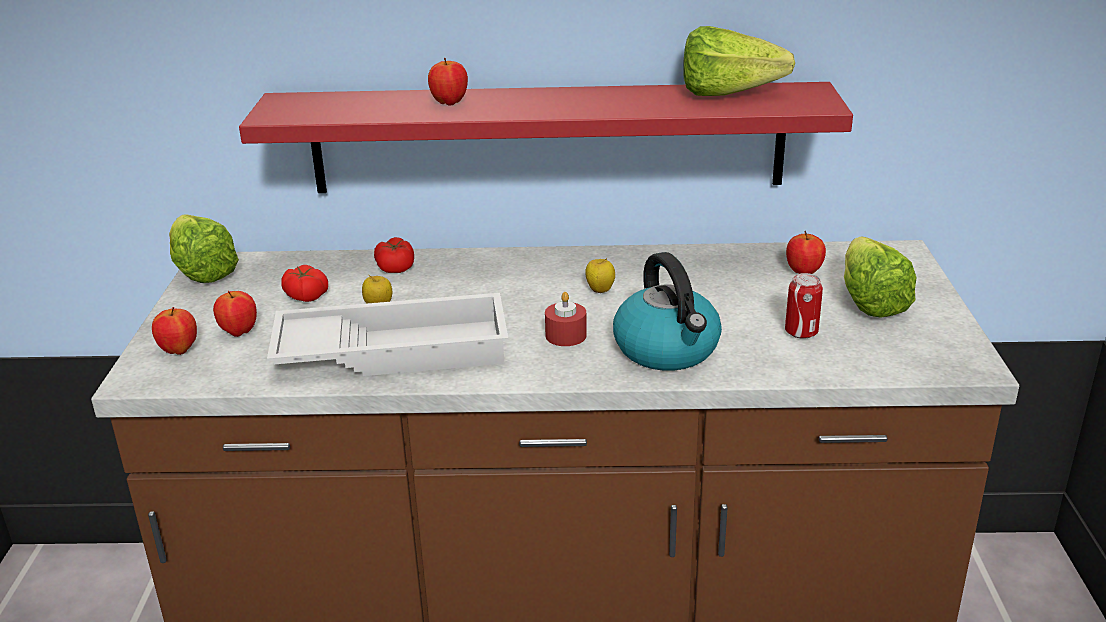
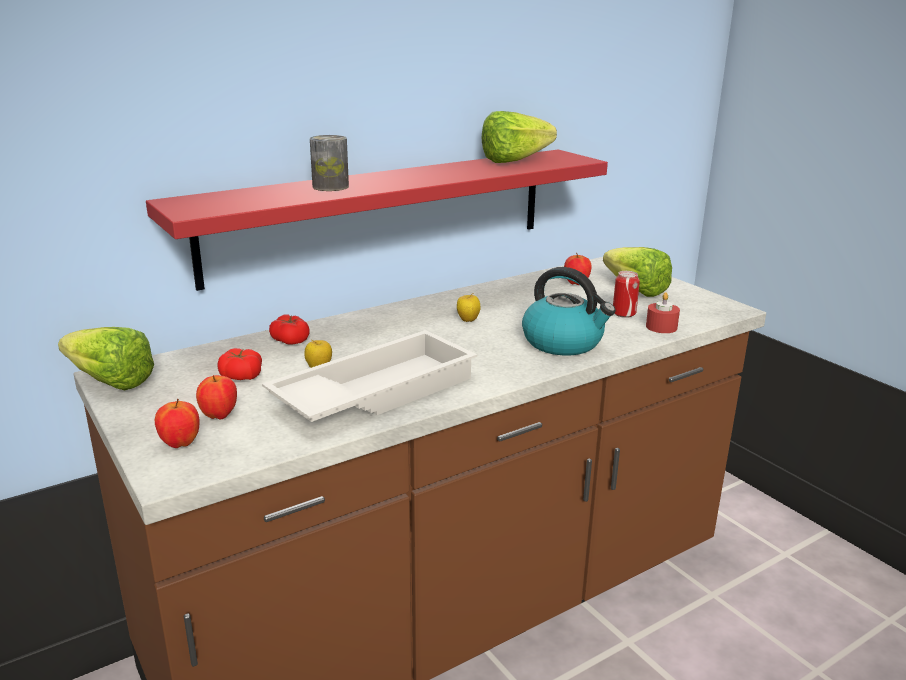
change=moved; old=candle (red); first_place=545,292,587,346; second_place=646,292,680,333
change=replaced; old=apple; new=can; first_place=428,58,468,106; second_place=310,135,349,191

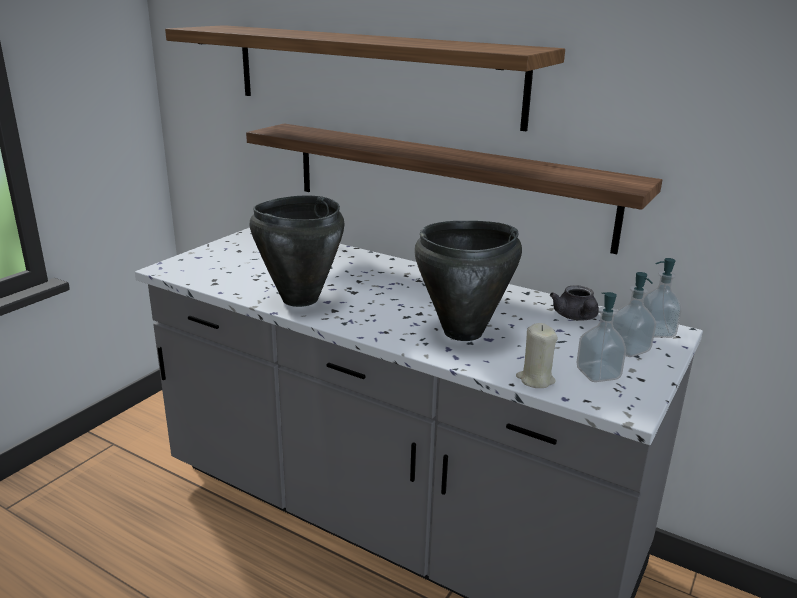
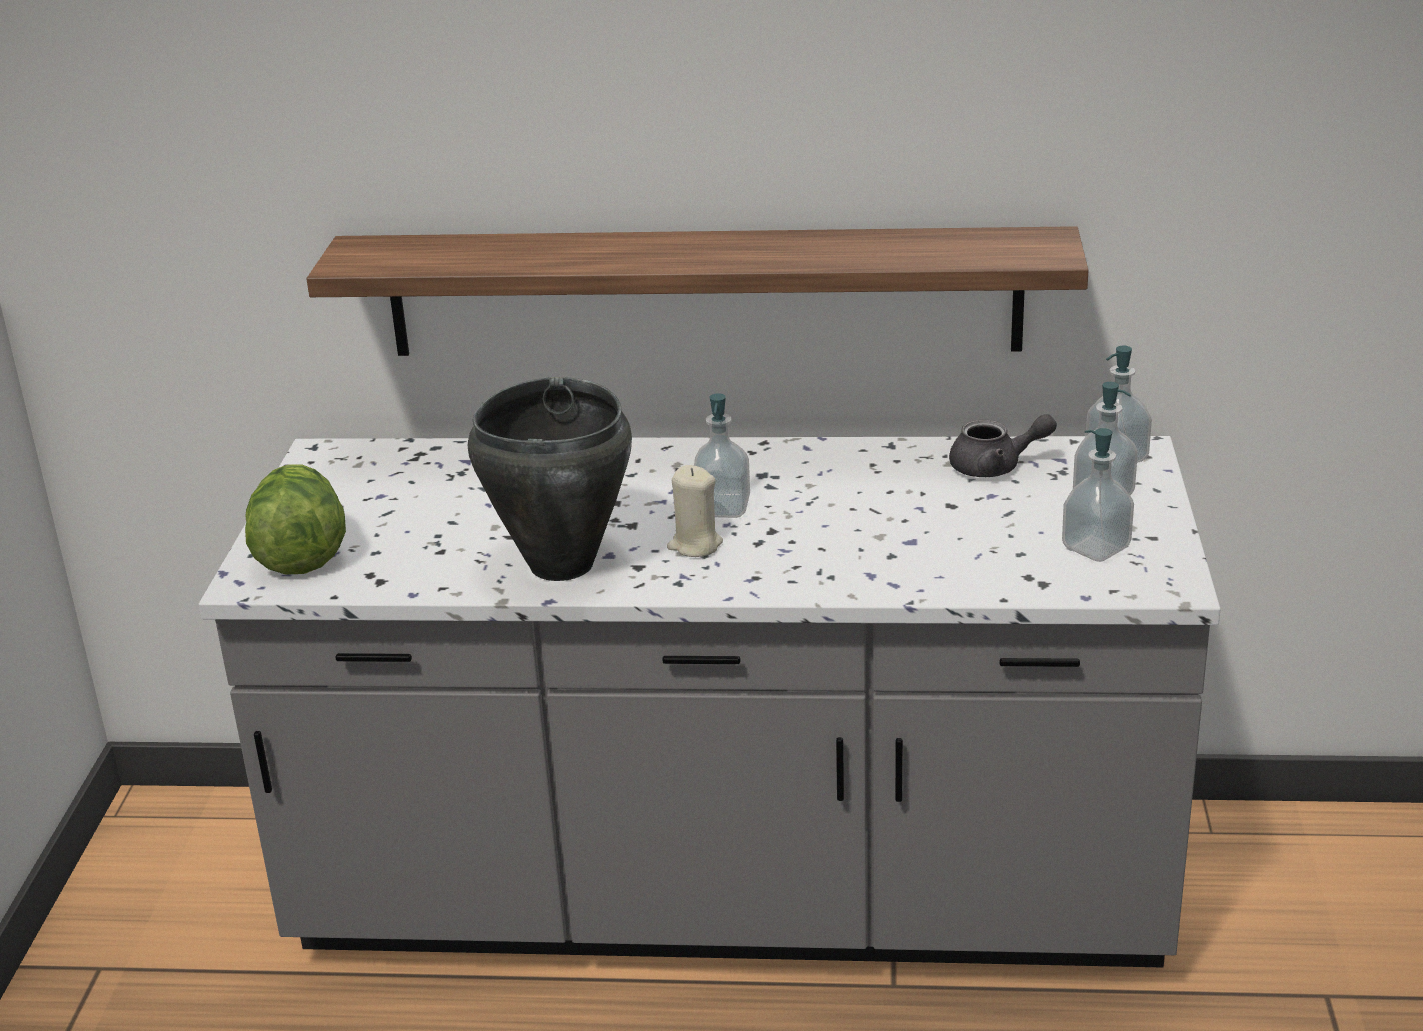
change=removed; old=shelf; first_place=165,25,565,131
change=removed; old=cooking pot (black); first_place=414,221,522,341
change=added; new=lettuce; second_place=245,464,346,575
change=added; new=soap dispenser; second_place=694,393,750,518
change=moved; old=candle (beige); first_place=516,323,558,388; second_place=667,465,723,557
change=turned; old=teapot (grey); first_place=550,285,599,320; second_place=949,414,1057,477; degrees=-60

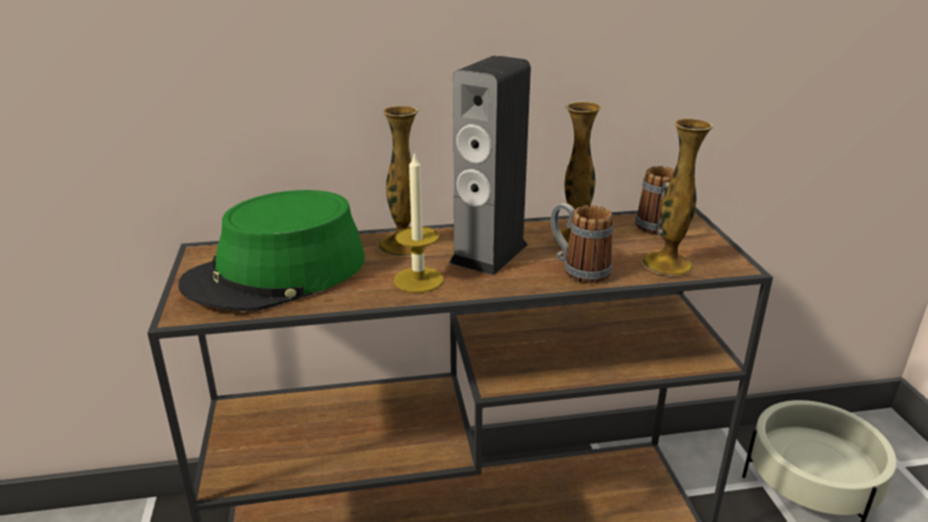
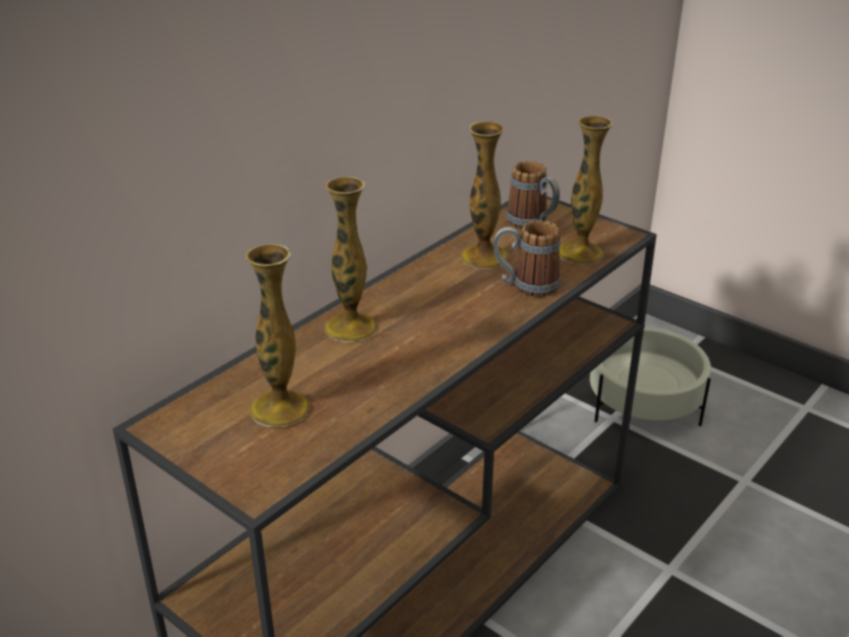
change=removed; old=candle; first_place=394,151,444,293
change=removed; old=speaker; first_place=449,55,531,275
change=replaced; old=hat (green); new=vase; first_place=178,190,365,311; second_place=246,244,311,427

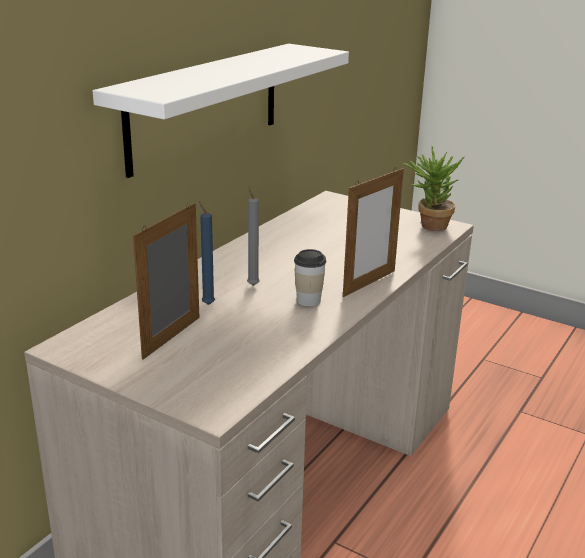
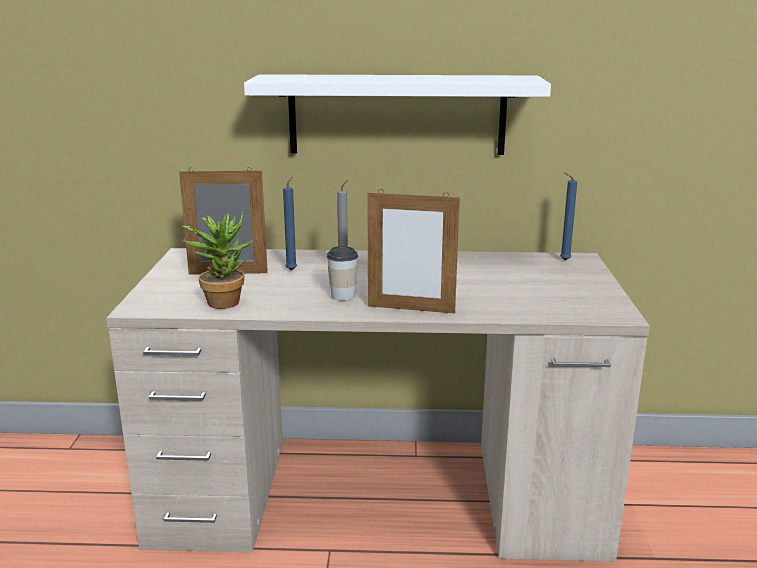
change=added; new=candle (blue); second_place=560,172,577,261
change=moved; old=potted plant; first_place=403,146,464,231; second_place=182,207,253,309

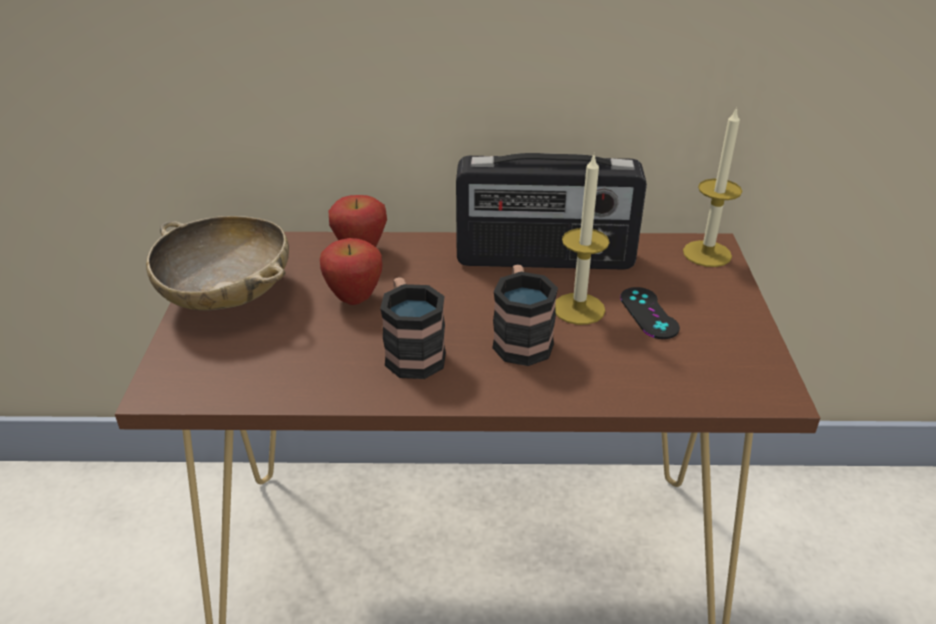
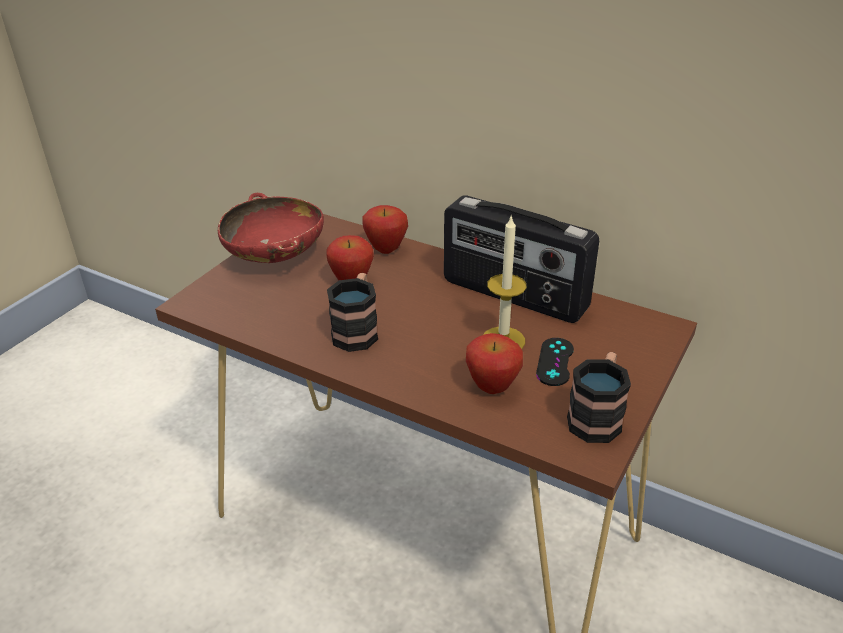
change=removed; old=candle; first_place=683,107,742,267
change=added; new=apple; second_place=466,333,523,394
change=moved; old=mug; first_place=492,265,558,366; second_place=567,352,631,443
change=recoloured; old=bowl (beige); new=bowl (red); first_place=146,216,289,311; second_place=218,193,324,263

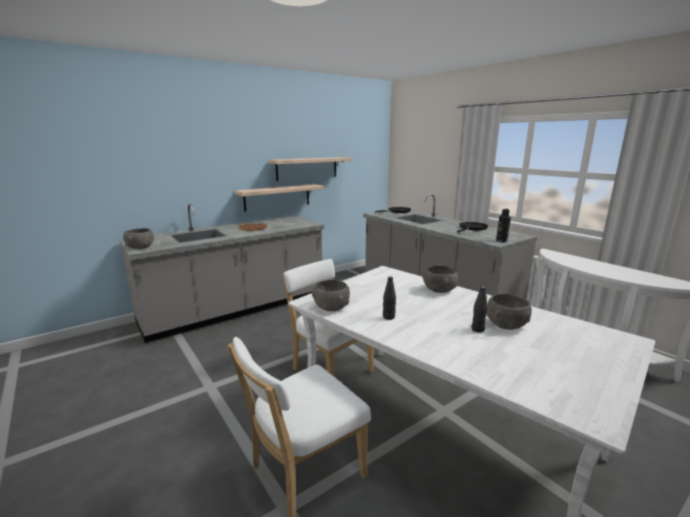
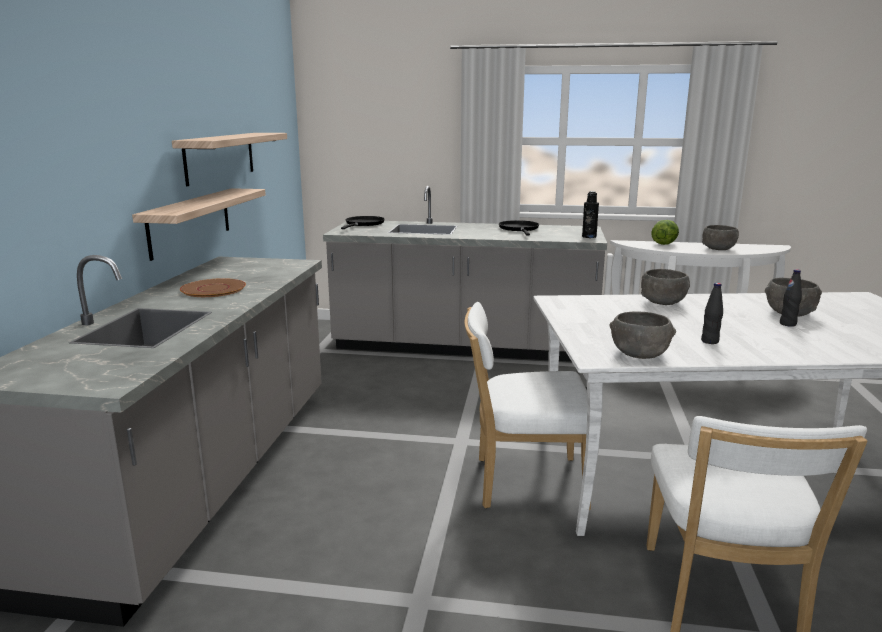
change=added; new=lettuce; second_place=651,220,679,245
change=moved; old=bowl (grey); first_place=123,228,154,249; second_place=702,225,739,250

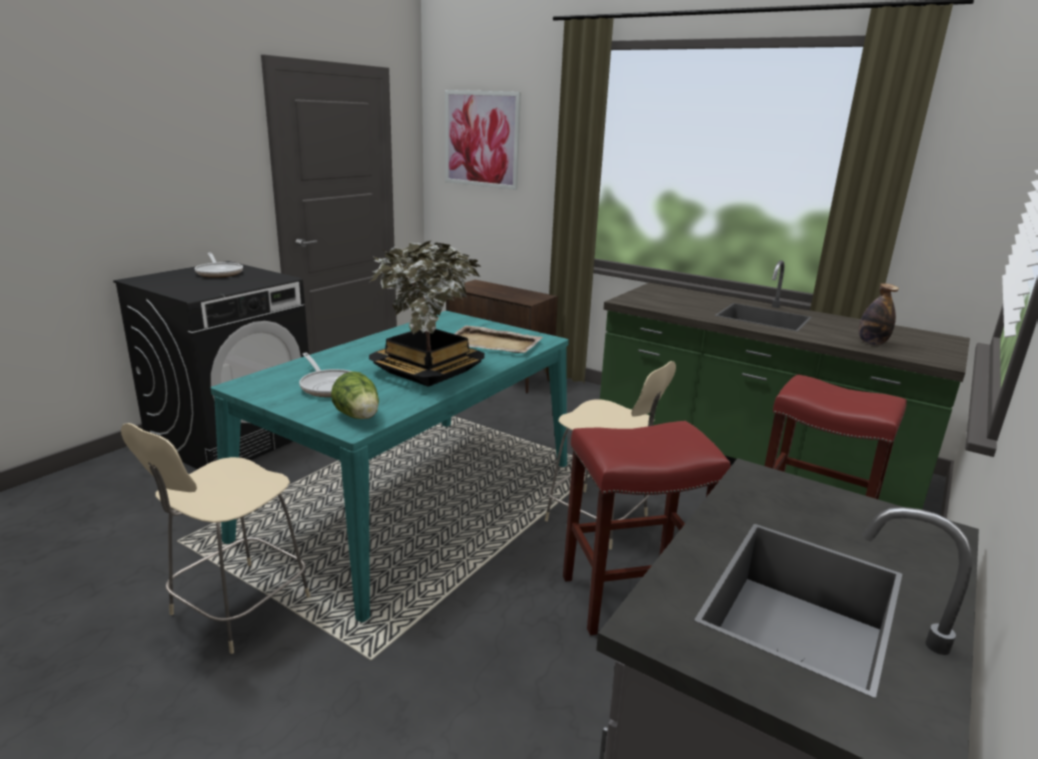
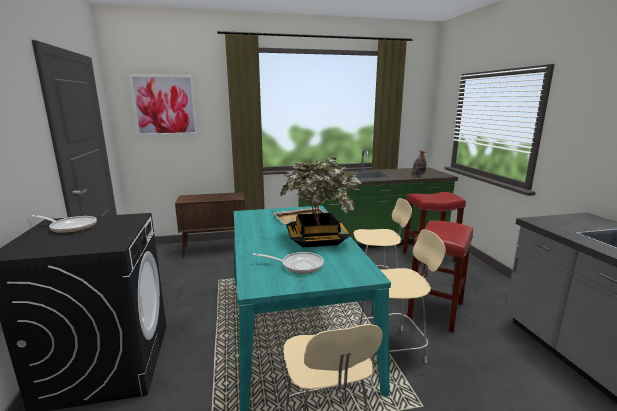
change=removed; old=lettuce; first_place=331,371,379,419
change=added; new=chair (beige); second_place=358,229,446,370

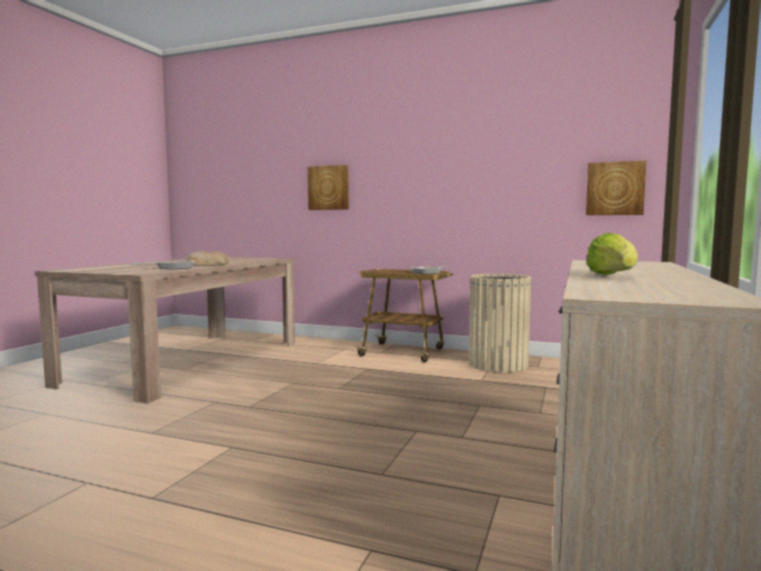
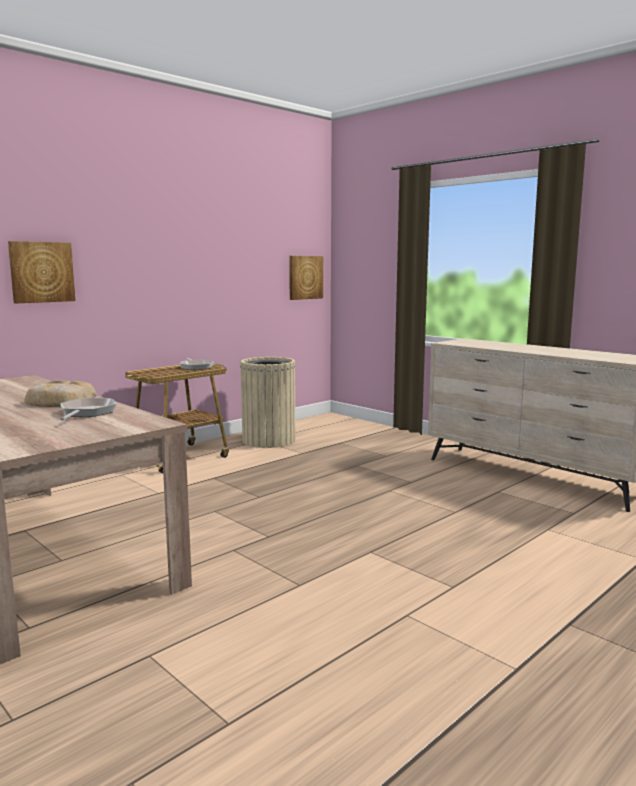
change=removed; old=lettuce; first_place=586,233,638,275

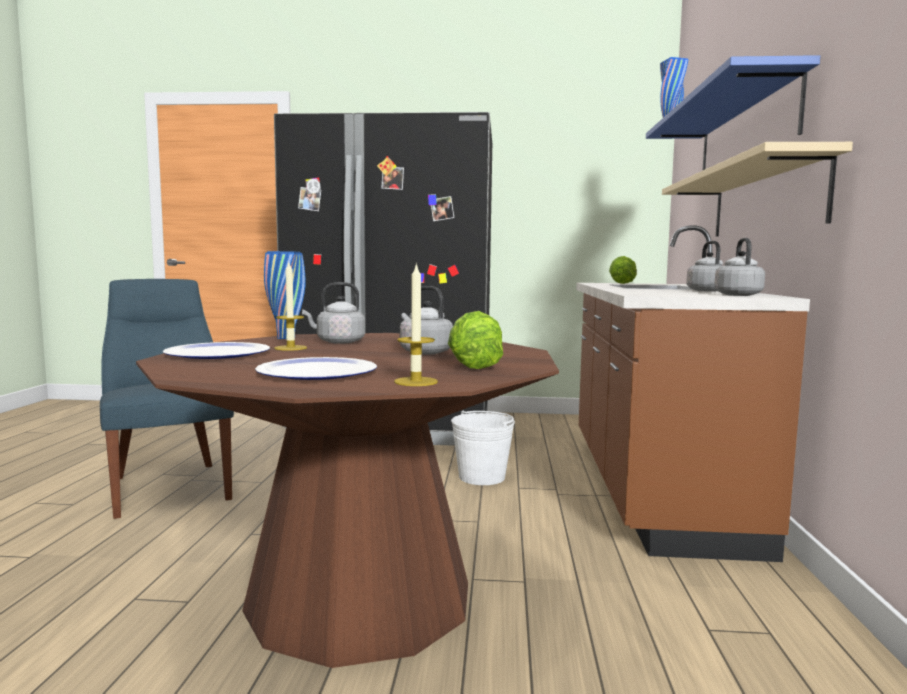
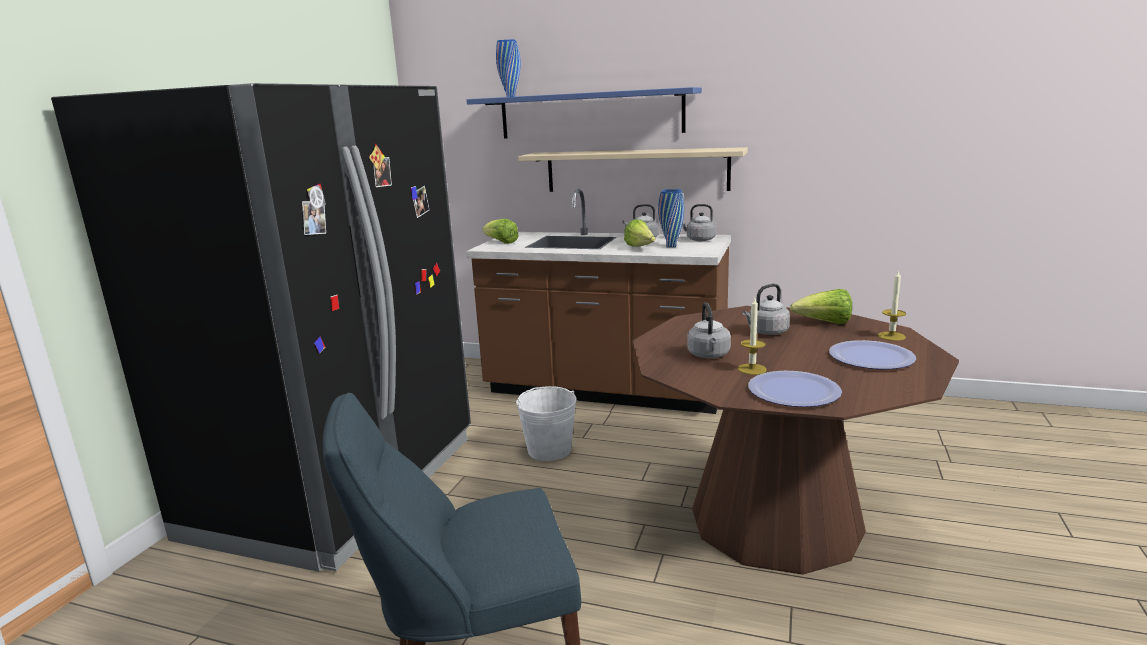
change=added; new=lettuce; second_place=624,219,655,247
change=moved; old=vase (blue); first_place=264,251,306,339; second_place=658,189,684,247

